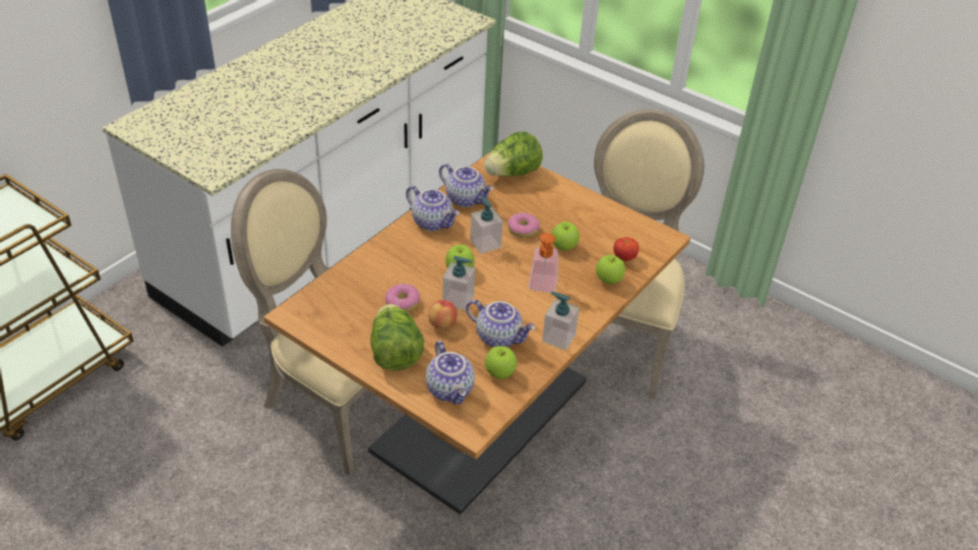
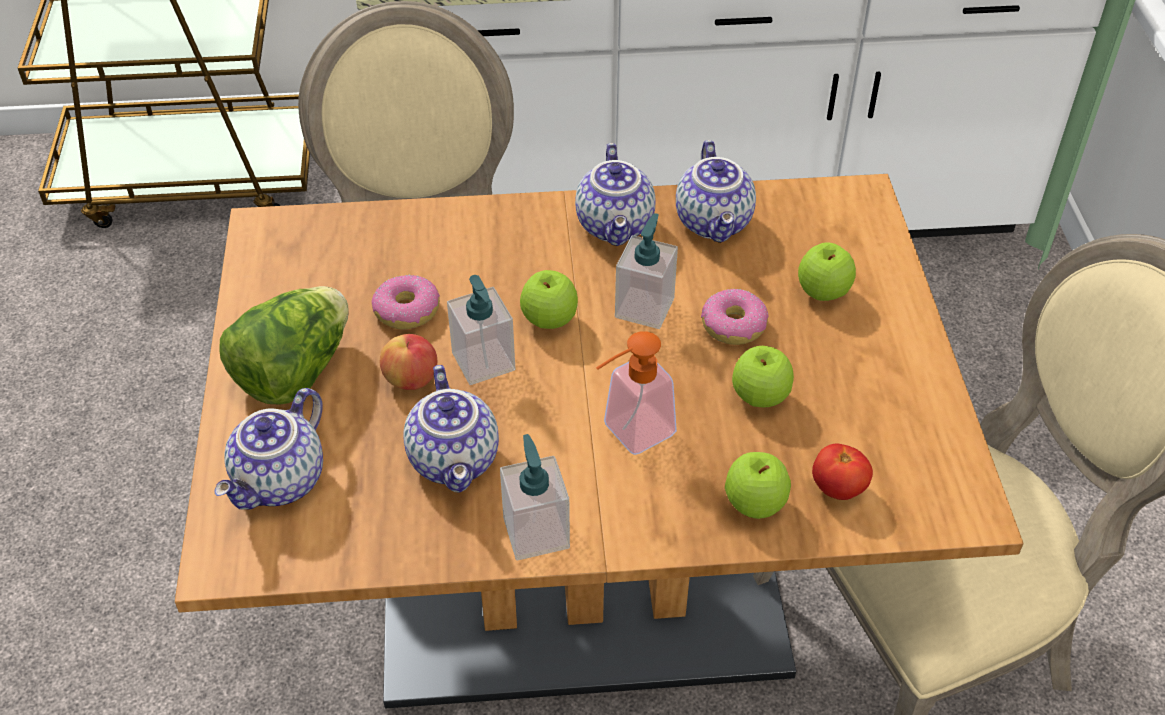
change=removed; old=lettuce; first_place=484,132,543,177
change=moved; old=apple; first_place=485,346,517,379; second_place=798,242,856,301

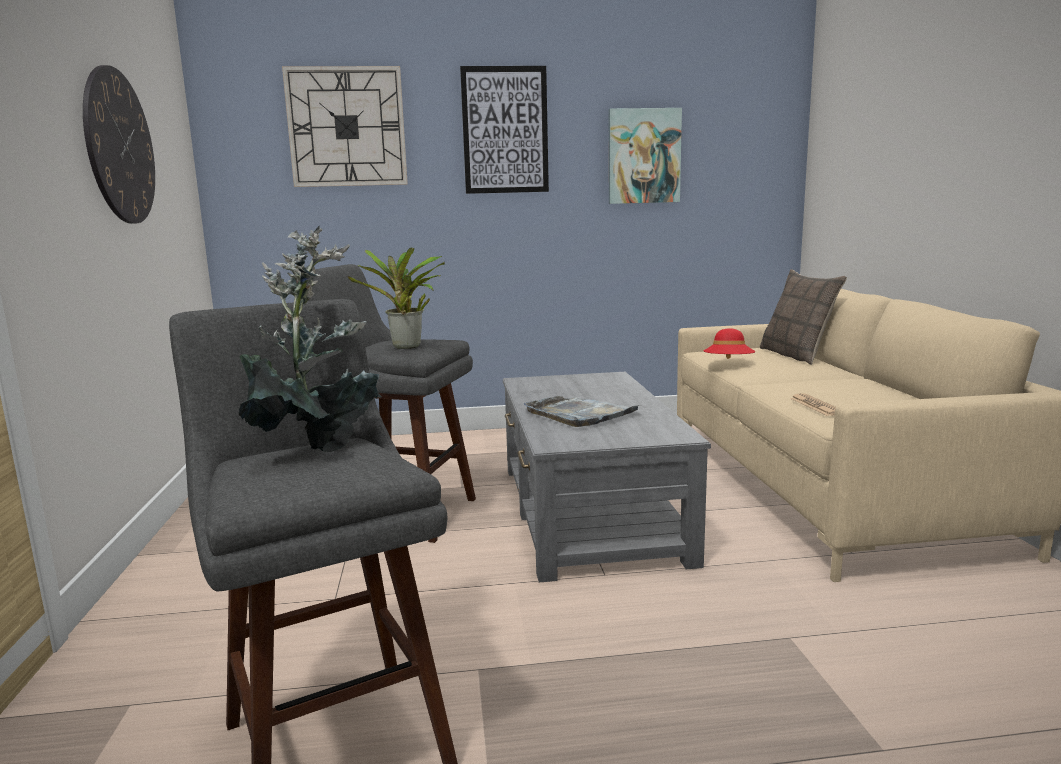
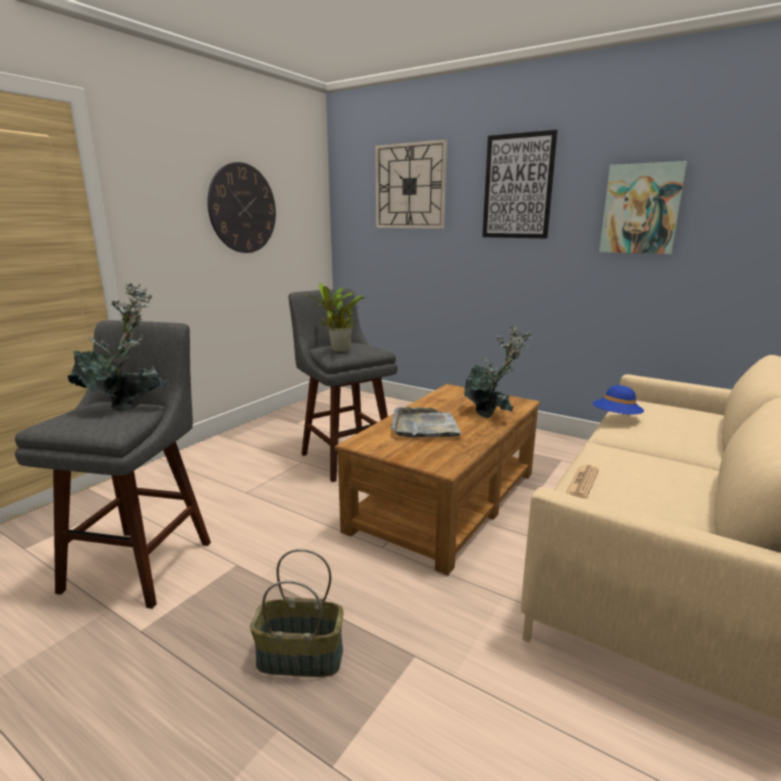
change=removed; old=pillow; first_place=760,269,847,365
change=added; new=basket; second_place=250,549,344,677
change=added; new=potted plant; second_place=464,326,531,418
change=recoloured; old=coffee table (grey); new=coffee table (brown); first_place=503,372,711,582; second_place=335,384,540,575
change=recoloured; old=hat (red); new=hat (blue); first_place=704,328,755,359; second_place=592,385,644,414

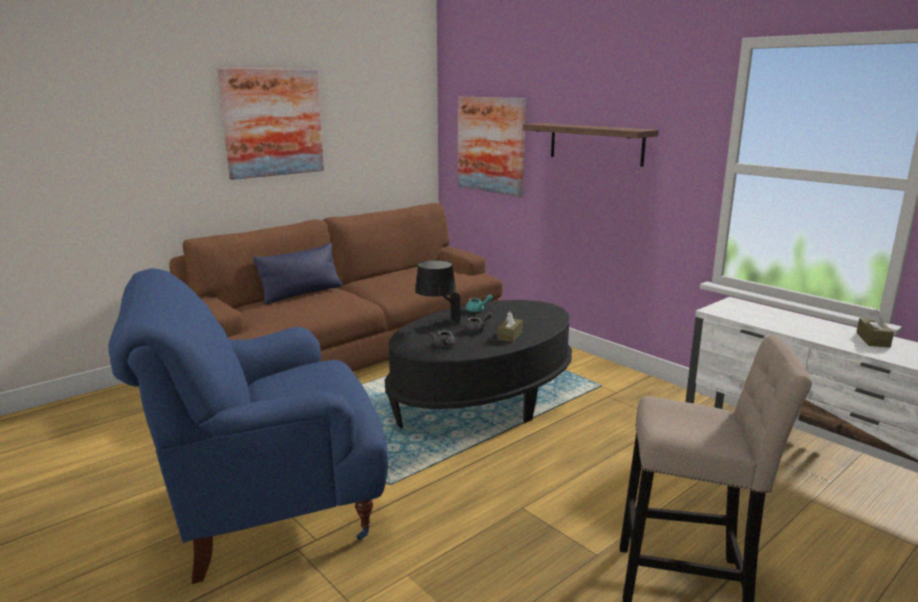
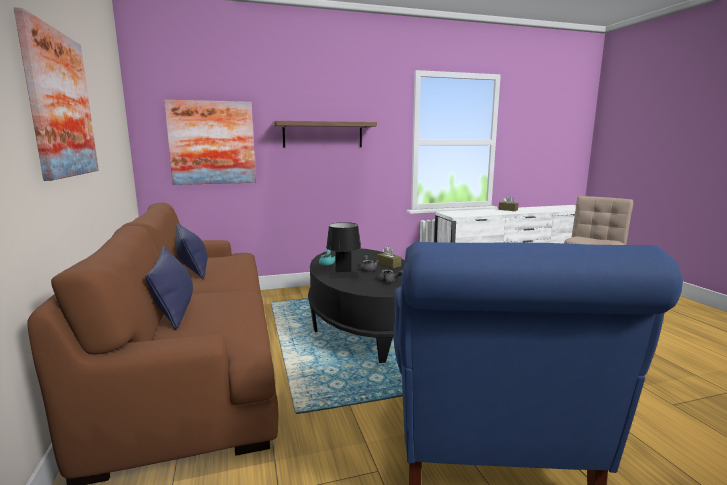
change=added; new=pillow (blue); second_place=175,223,208,279

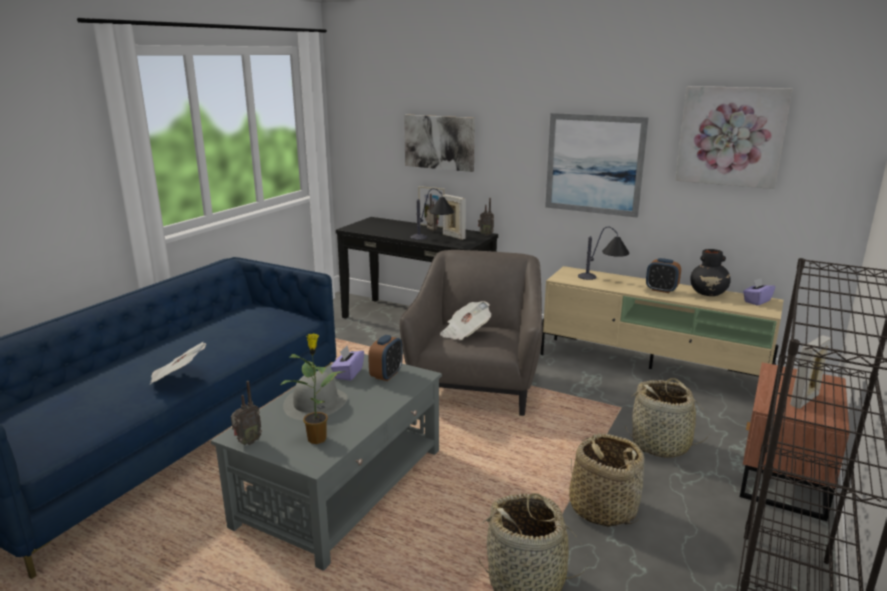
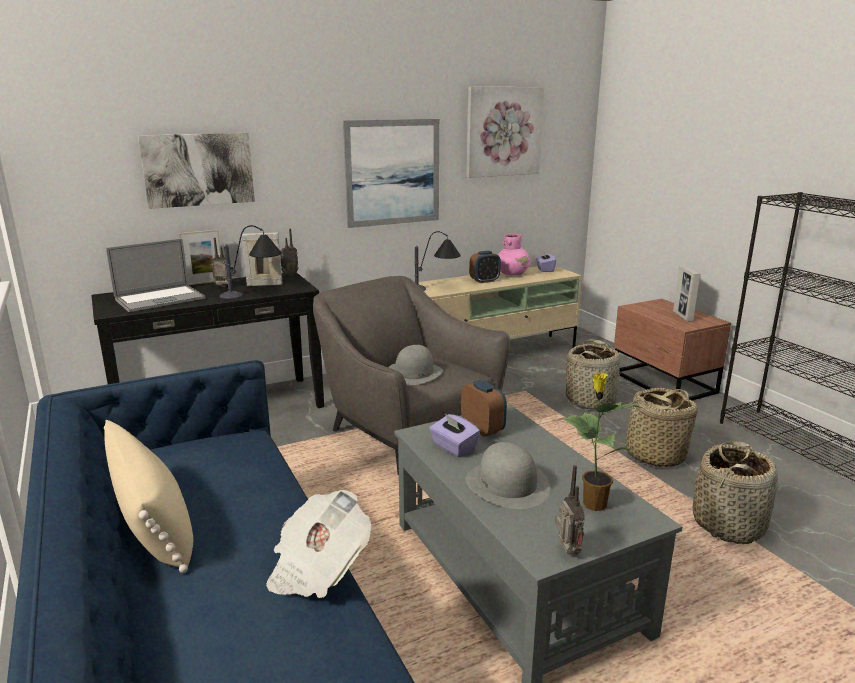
change=added; new=pillow (beige); second_place=104,420,193,573
change=added; new=laptop; second_place=106,239,205,312
change=replaced; old=newspaper; new=hat (grey); first_place=440,301,491,341; second_place=389,345,443,385
change=recoloured; old=vase (black); new=vase (pink); first_place=690,249,731,296; second_place=498,234,530,276

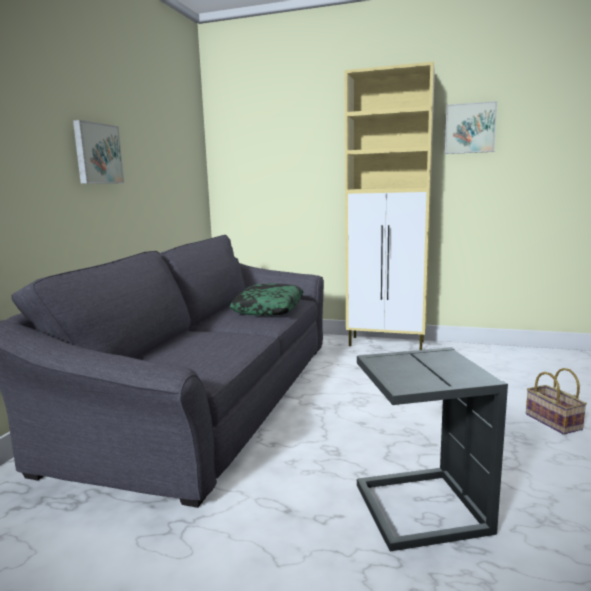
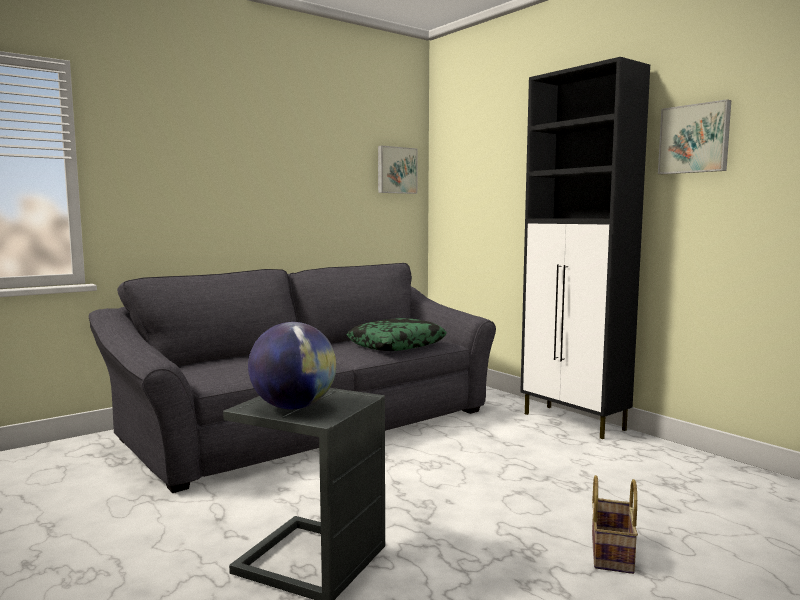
change=added; new=globe; second_place=248,322,336,409
change=moved; old=picture; first_place=73,120,124,184; second_place=378,145,418,194
change=recoloured; old=cabinet (beige); new=cabinet (black); first_place=344,61,435,350; second_place=520,57,650,439

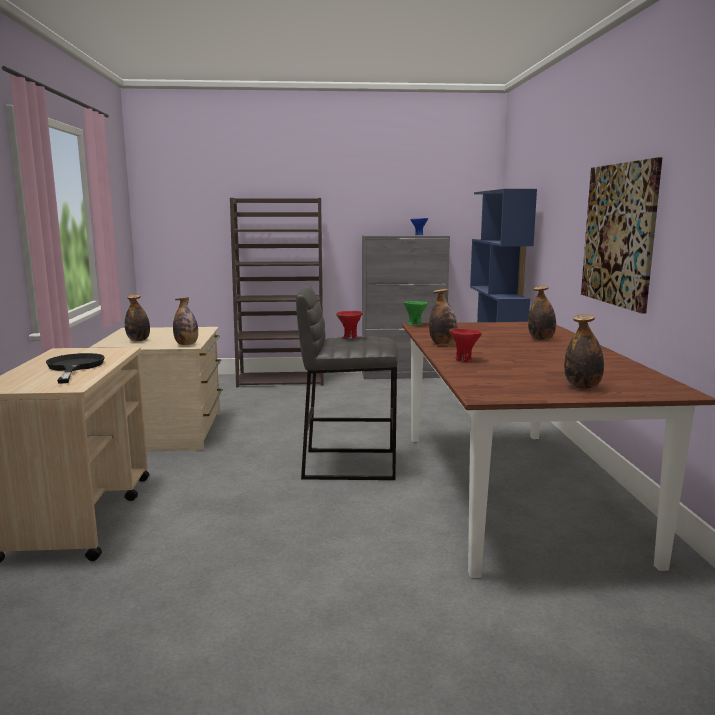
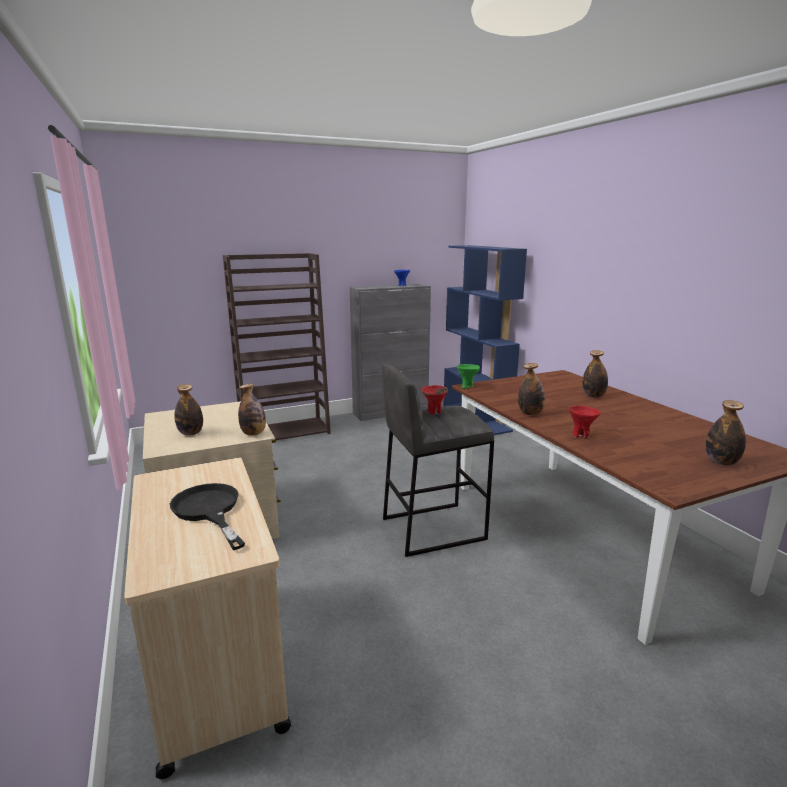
change=removed; old=picture; first_place=581,157,663,314

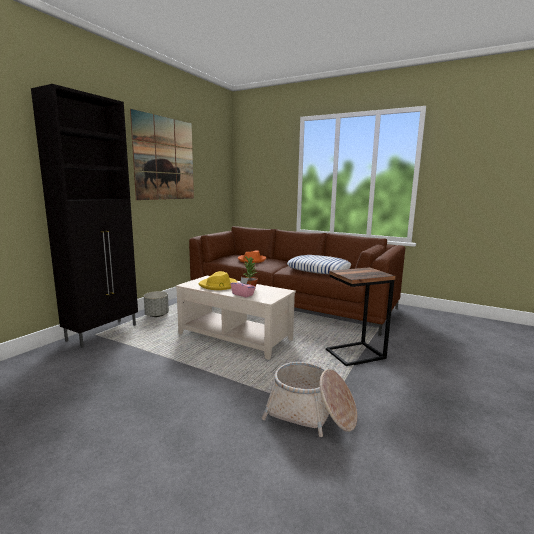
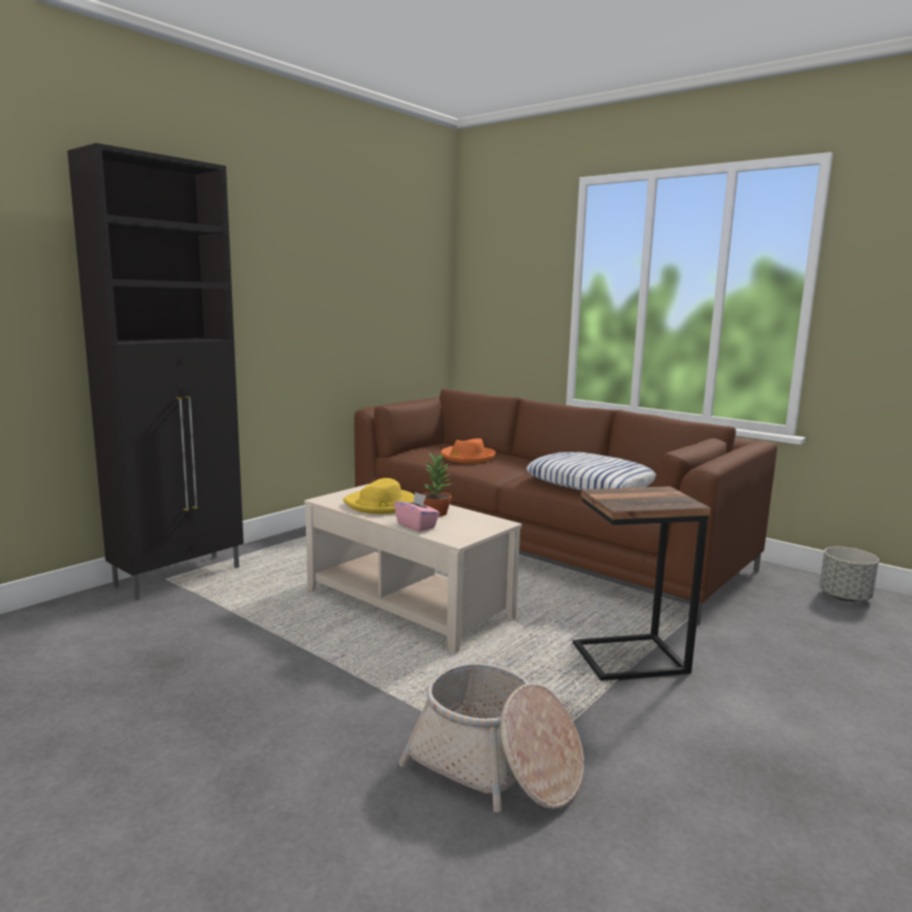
change=removed; old=picture; first_place=130,109,194,200
change=moved; old=planter (grey); first_place=144,291,169,317; second_place=819,547,879,602

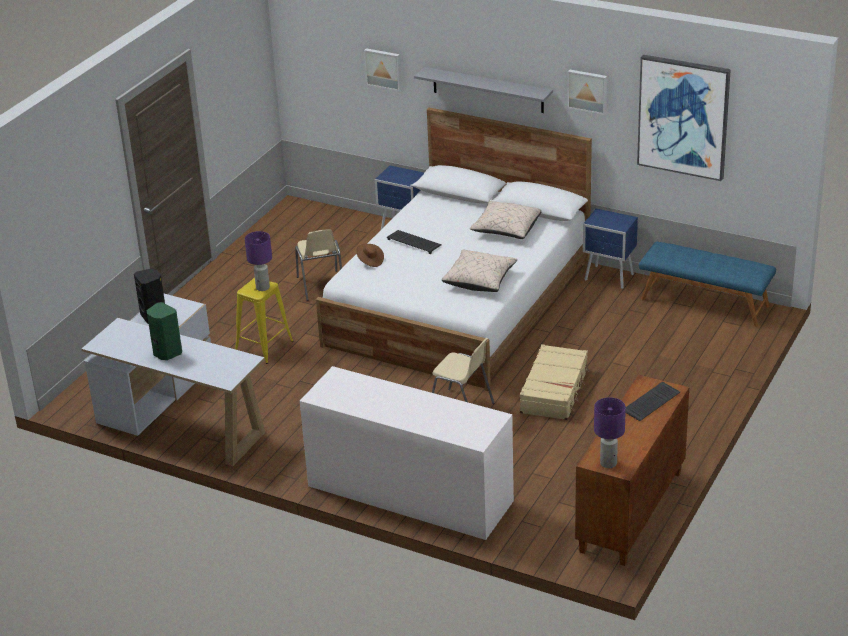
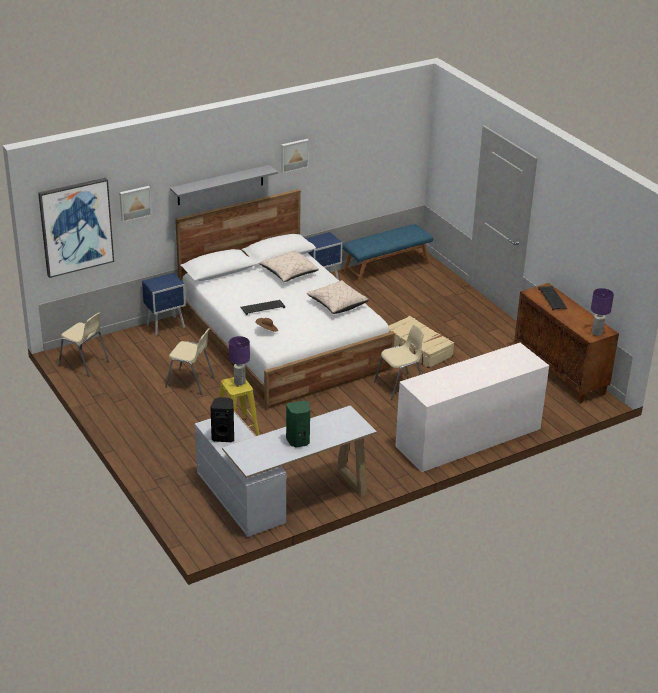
change=added; new=chair (beige); second_place=58,313,109,377
change=moved; old=picture; first_place=637,55,731,181; second_place=38,178,114,278

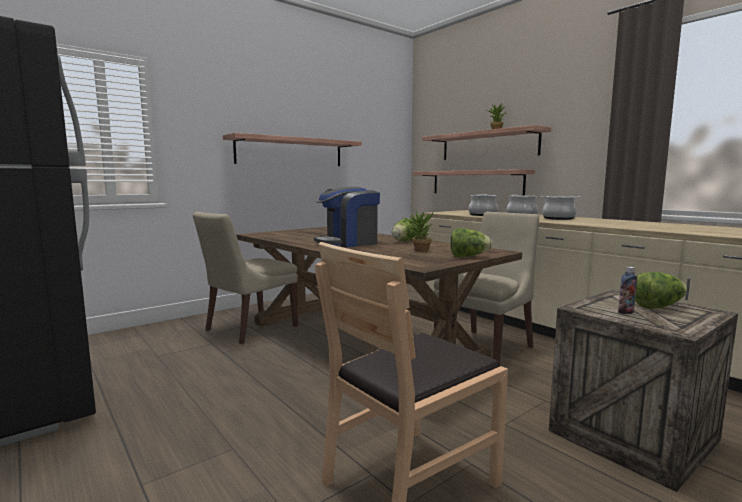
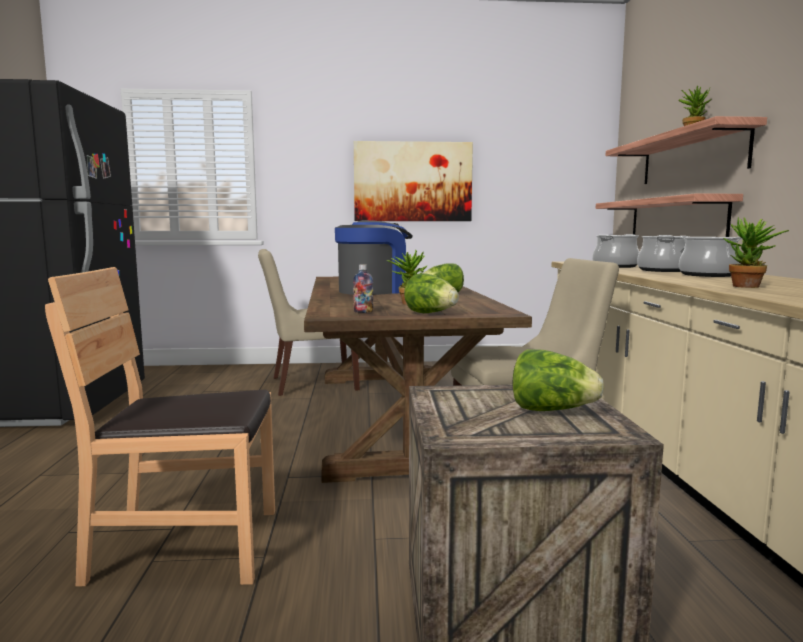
change=added; new=potted plant; second_place=723,217,789,288
change=moved; old=bottle; first_place=618,267,637,314; second_place=353,264,373,313
change=replaced; old=shelf; new=picture; first_place=223,133,362,166; second_place=354,141,473,221
change=turned; old=coffee machine; first_place=314,187,380,247; second_place=335,220,413,295; degrees=135

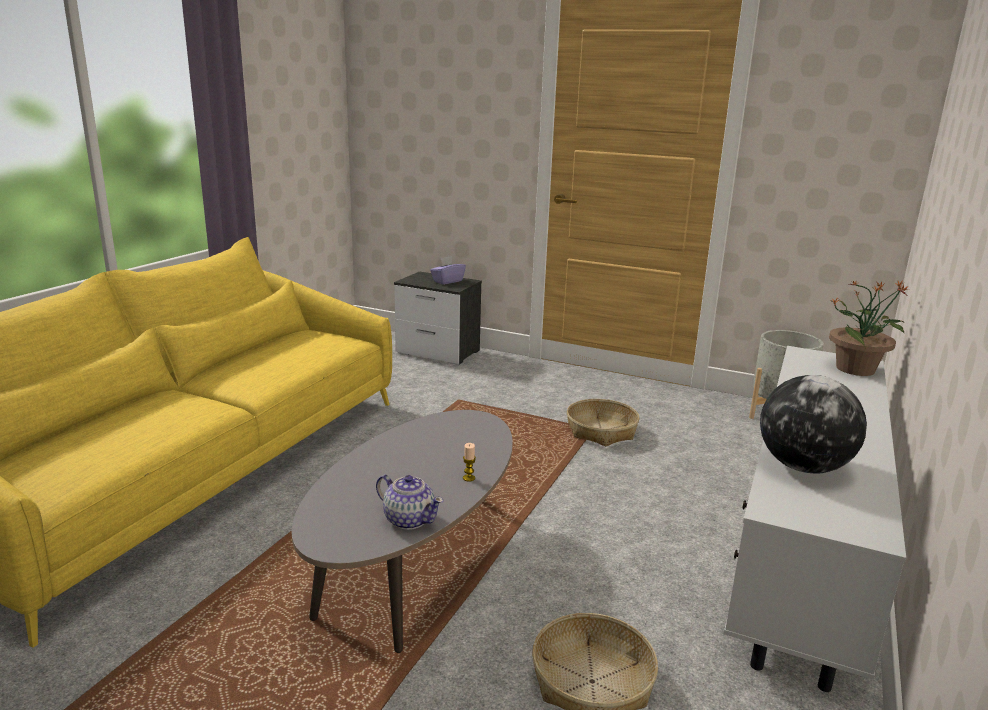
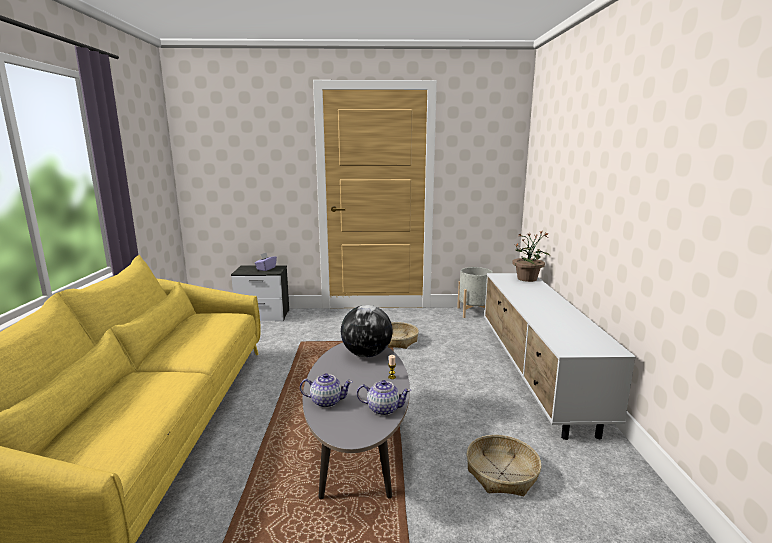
change=added; new=teapot; second_place=300,373,353,408
change=moved; old=globe; first_place=760,375,867,473; second_place=341,305,393,357

